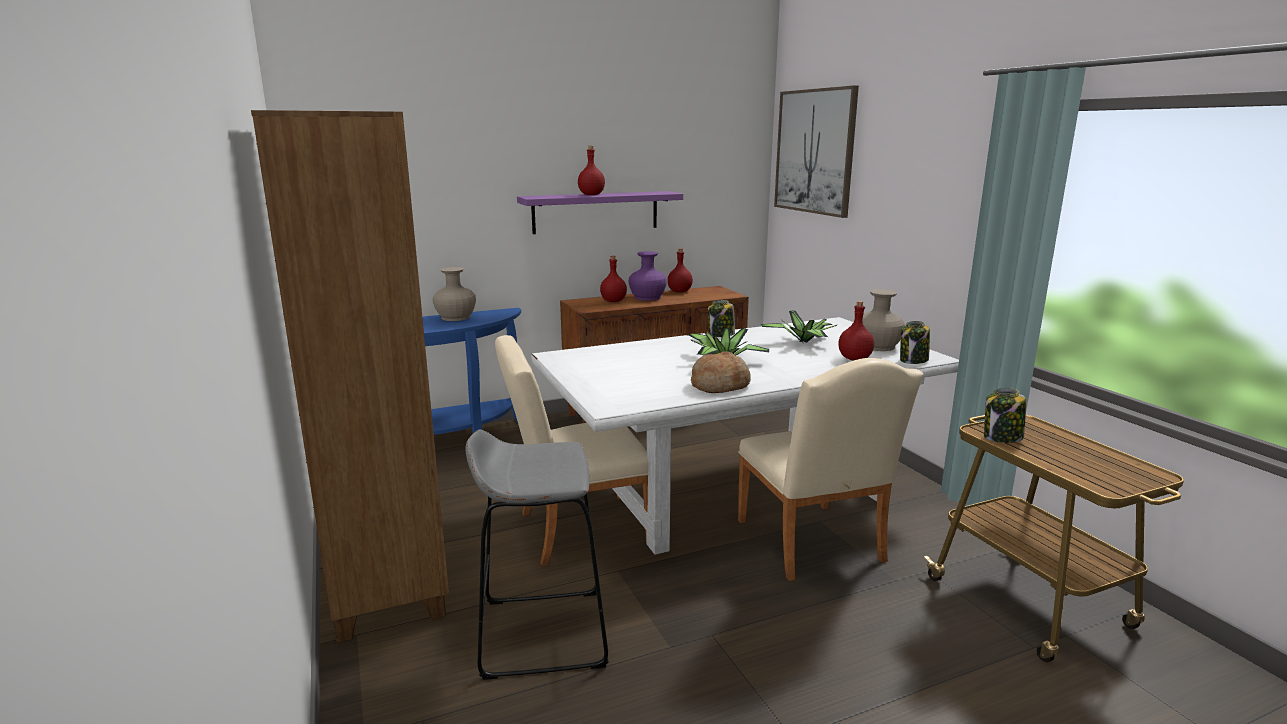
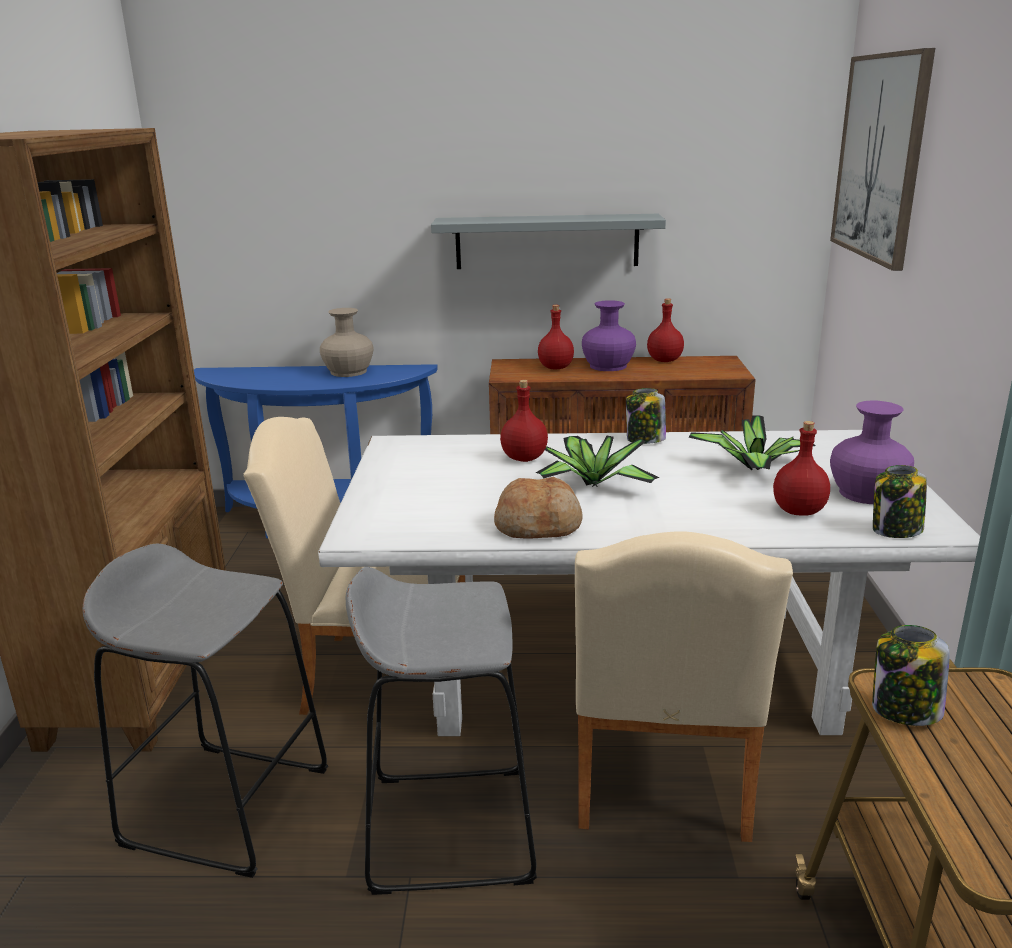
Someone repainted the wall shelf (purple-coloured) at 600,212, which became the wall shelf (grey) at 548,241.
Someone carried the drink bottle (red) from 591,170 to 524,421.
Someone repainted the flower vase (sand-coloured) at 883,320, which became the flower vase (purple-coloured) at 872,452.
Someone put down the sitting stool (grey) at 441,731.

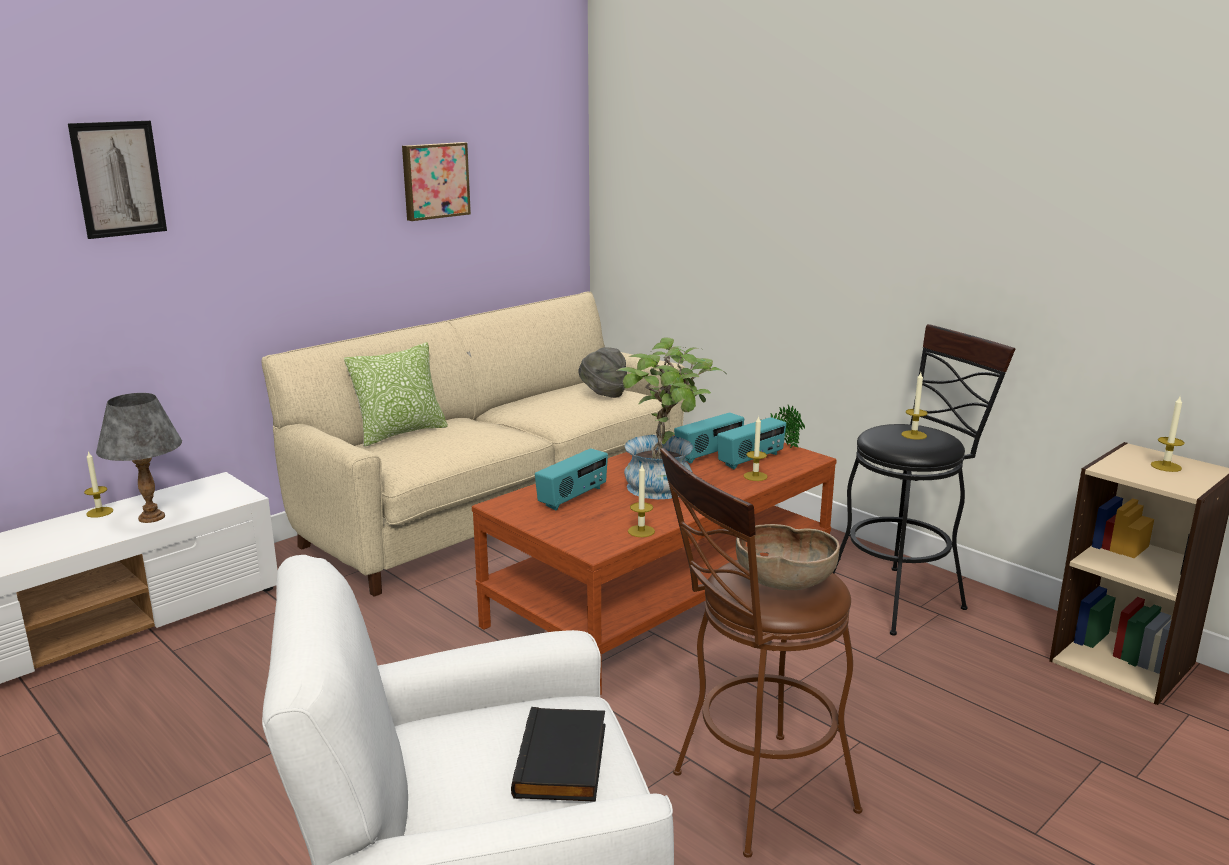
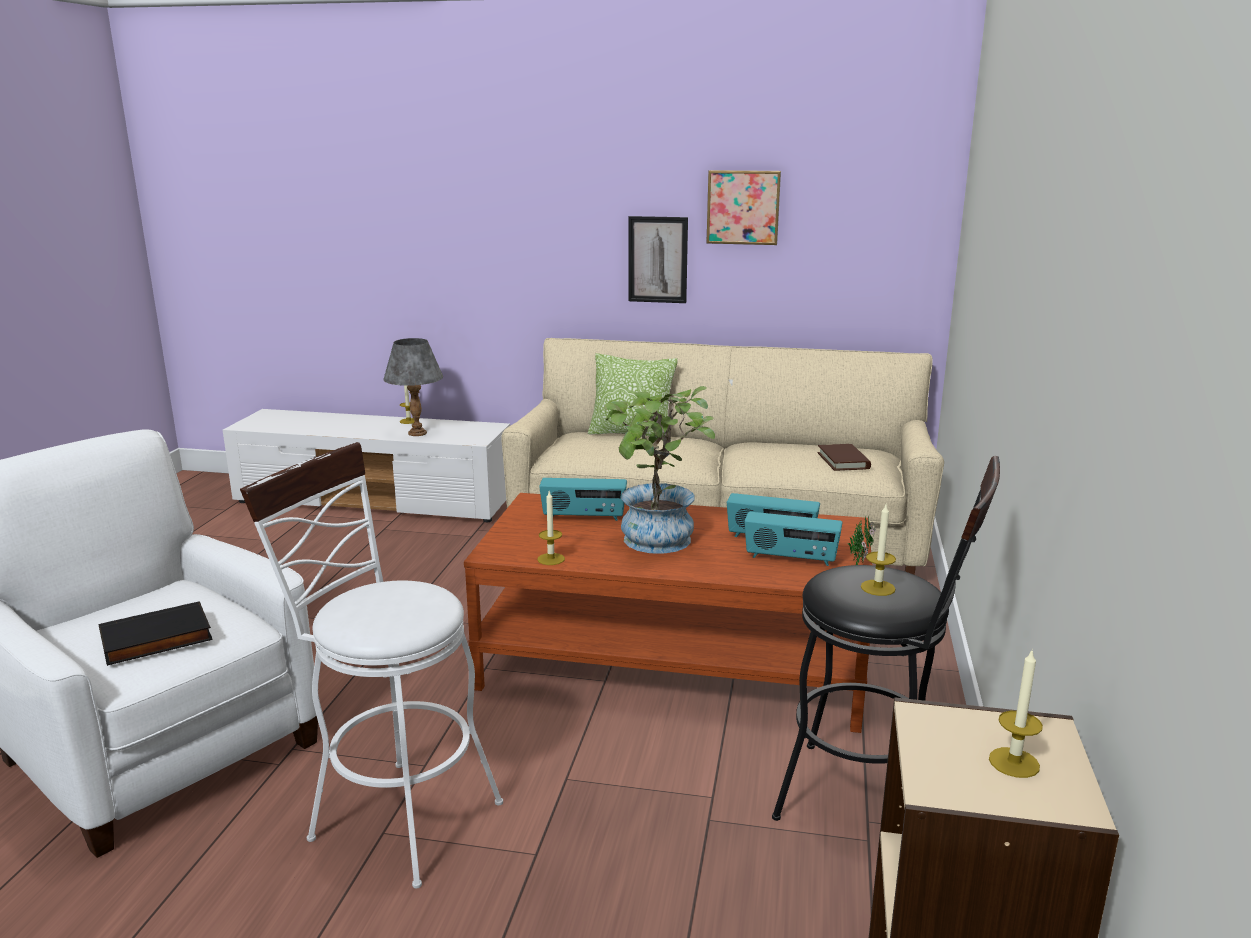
Someone carried the picture from 117,180 to 658,259.
Someone swapped the wearable hat (grey) at 602,372 for the bound book (brown) at 844,457.
Someone repainted the sitting stool (brown) at 761,653, which became the sitting stool (white-coloured) at 371,665.
Someone took away the bowl (brown) at 788,557.
Someone took away the wax light at 756,448.

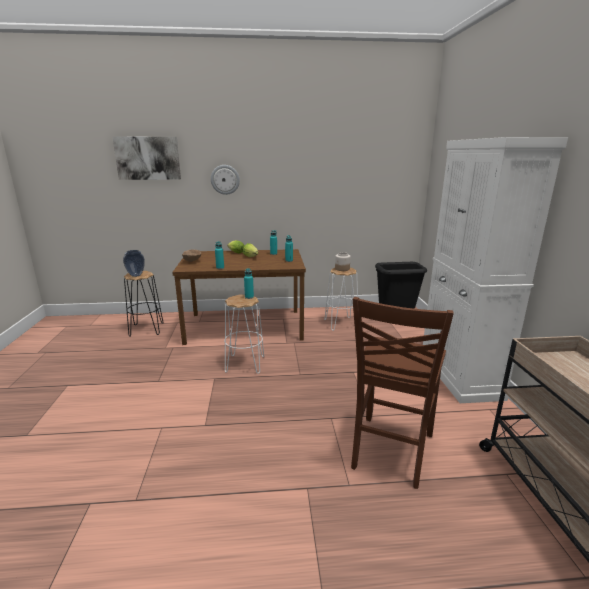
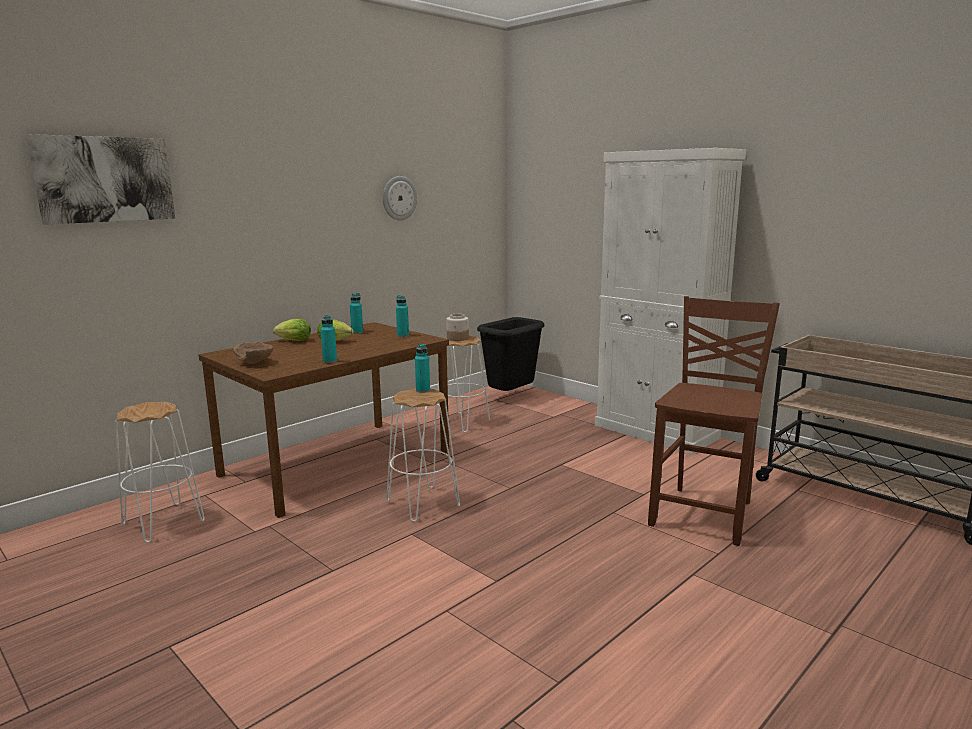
Someone took away the flower vase at 134,263.
Someone repainted the sitting stool (blackish) at 144,304, which became the sitting stool (white-coloured) at 160,472.
Someone carried the wall clock from 225,180 to 400,198.
Someone rotated the chair (brown) at 402,393 by 135 degrees counterclockwise.

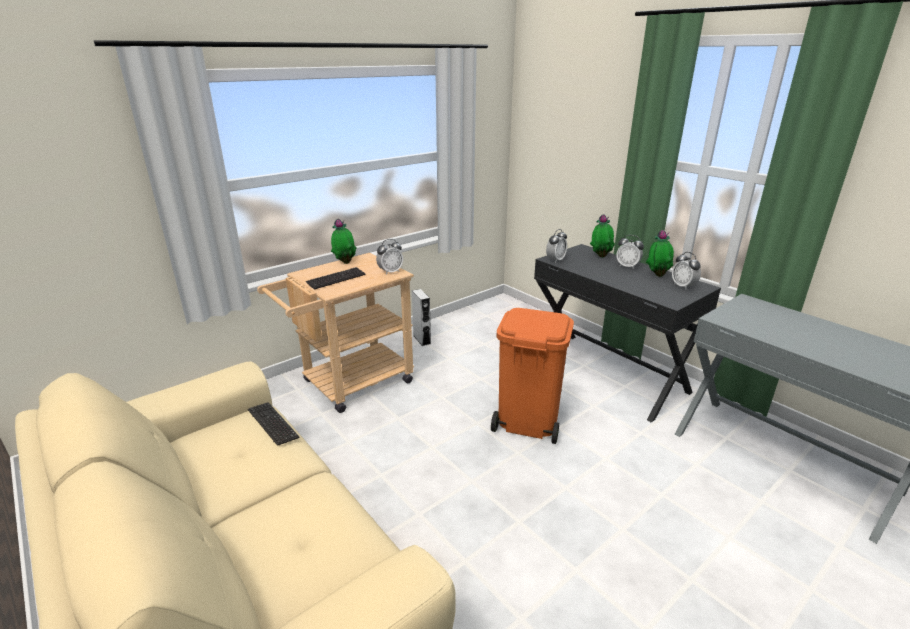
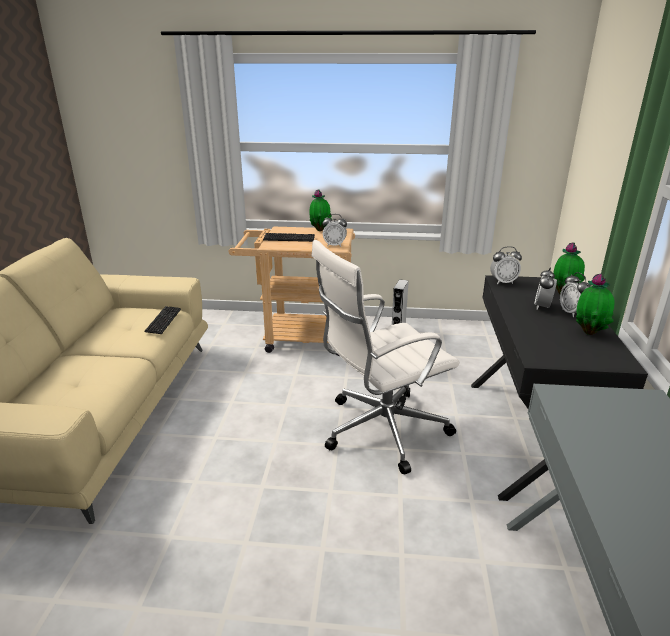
Someone swapped the rubbish bin (orange) at 532,376 for the desk chair (white-coloured) at 385,357.
Someone carried the alarm clock from 686,271 to 545,288.

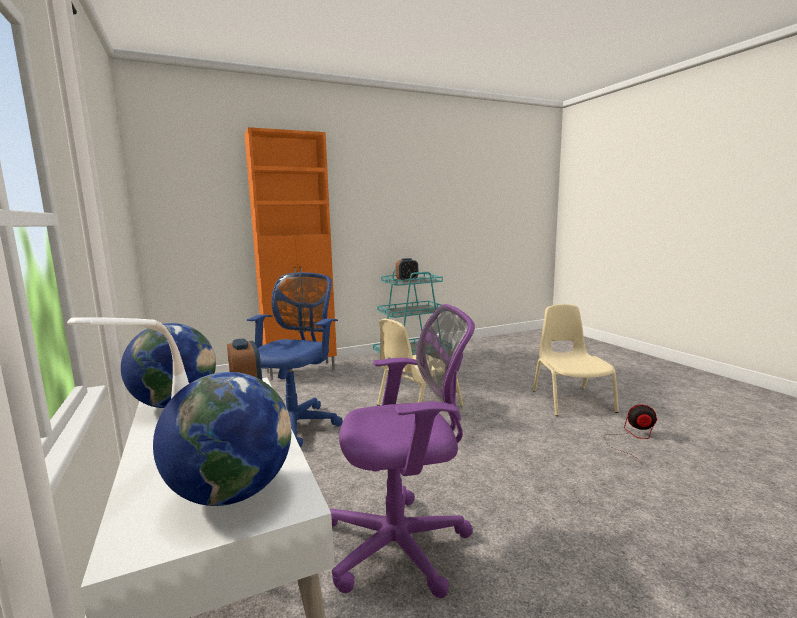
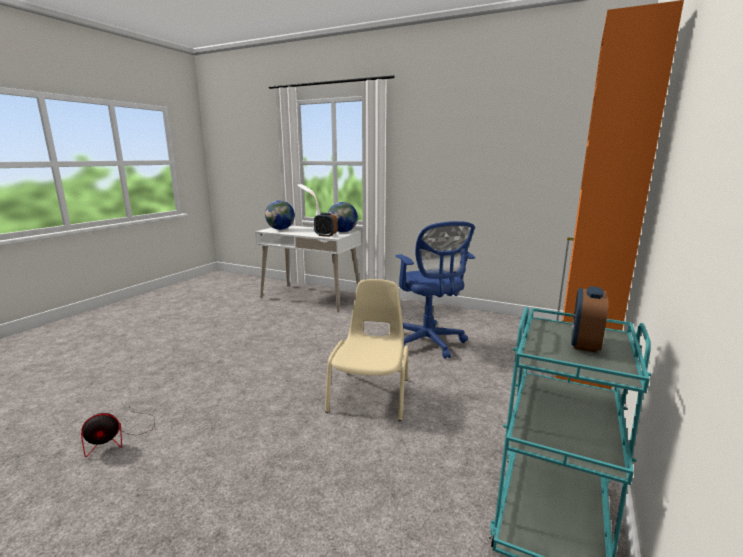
Someone took away the desk chair (purple-coloured) at 402,451.
Someone took away the chair (sand-coloured) at 576,360.

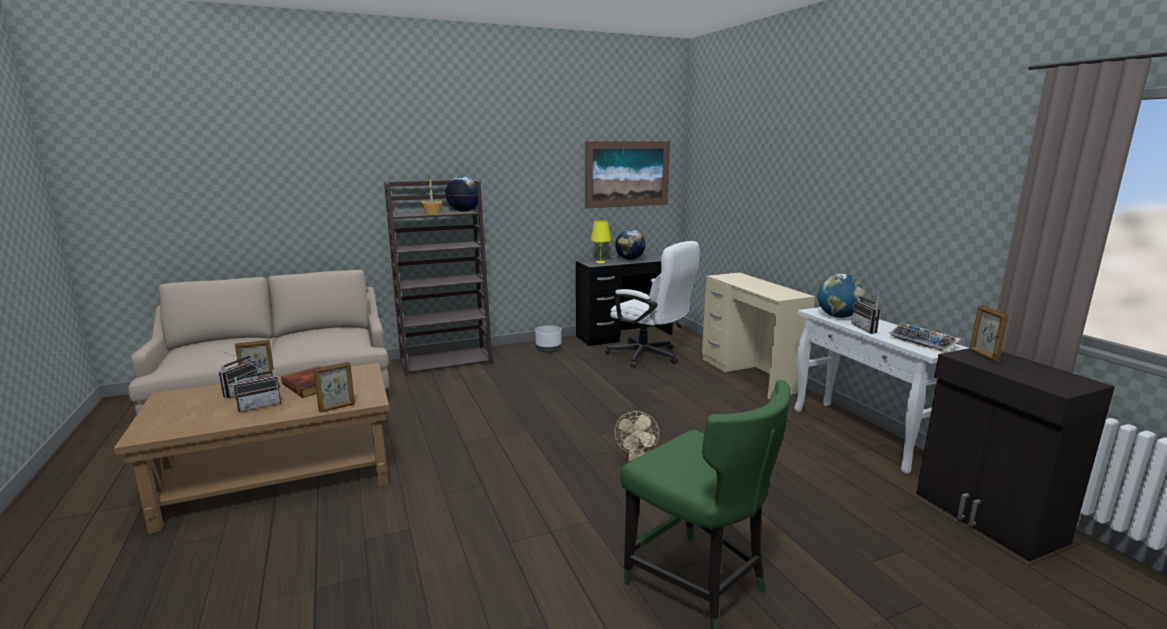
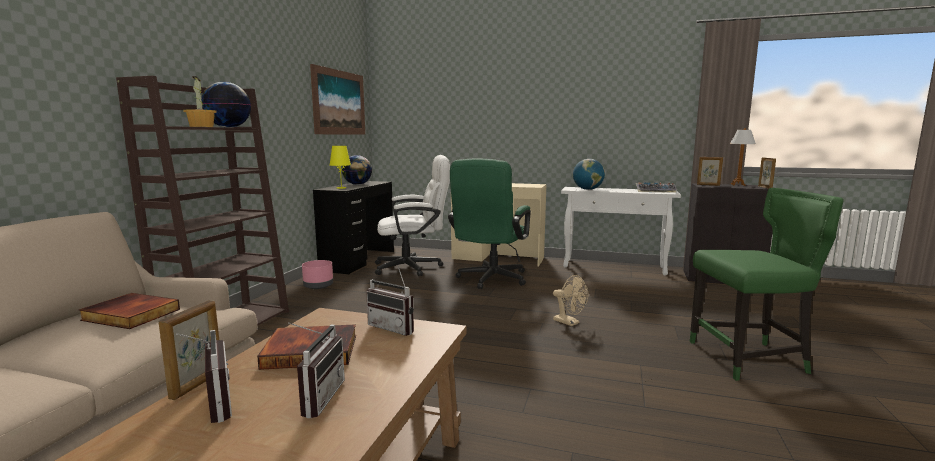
Someone carried the standing frame from 334,387 to 767,173.
Someone repainted the flower pot (white-coloured) at 548,339, which became the flower pot (pink-coloured) at 317,274.
Someone carried the radio receiver from 865,313 to 390,301.
Someone put down the bound book at 129,311.
Someone put down the desk chair (greenish) at 489,224.
Someone put down the lamp for a table at 743,157.

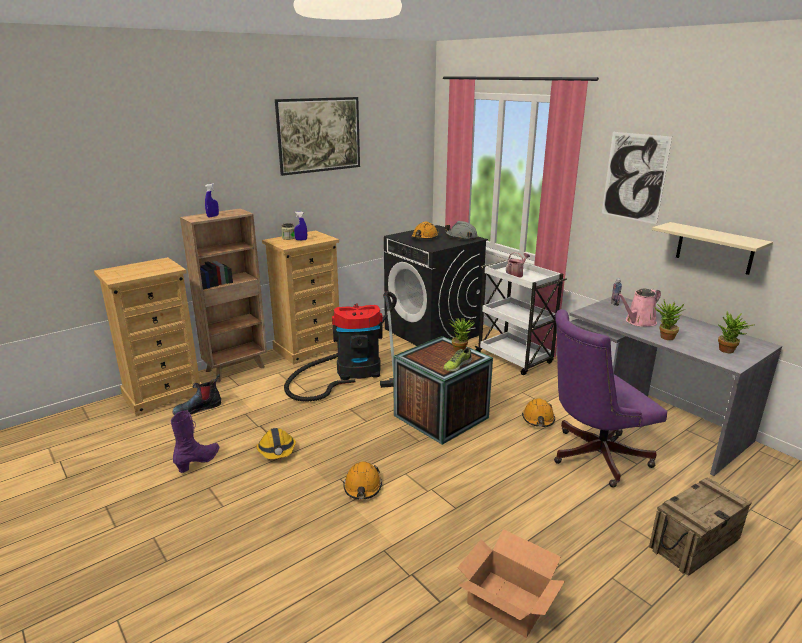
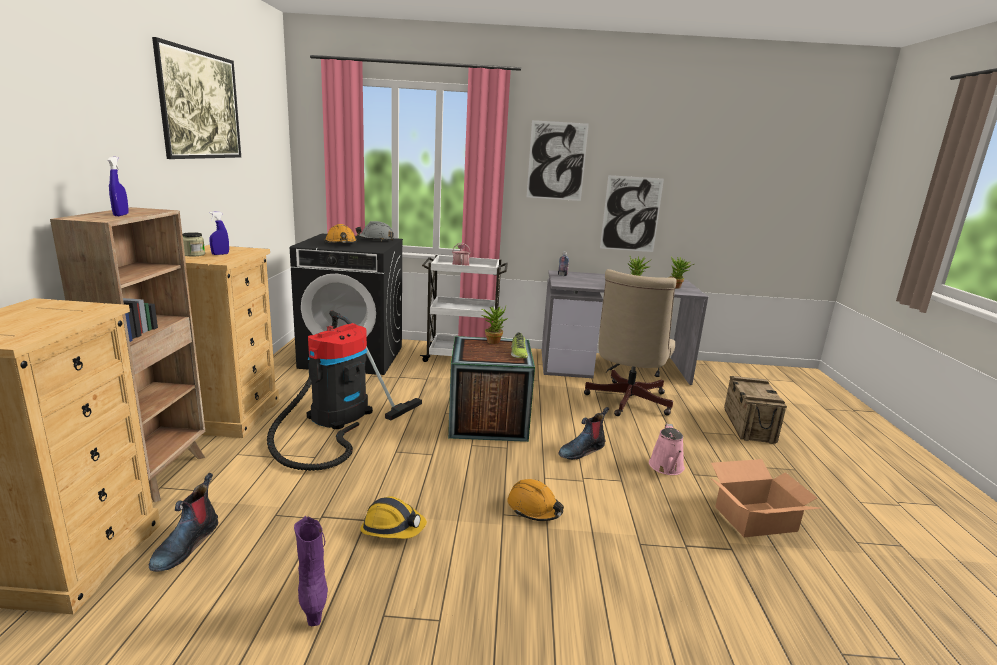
Someone took away the work helmet (orange) at 538,412.
Someone repainted the desk chair (purple-coloured) at 610,398, which became the desk chair (sand-coloured) at 630,342.
Someone carried the sprinkling can (pink-coloured) from 639,308 to 667,449.
Someone swapped the wall shelf (sand-coloured) at 712,248 for the picture at 632,213.
Someone put down the boot at 584,433.

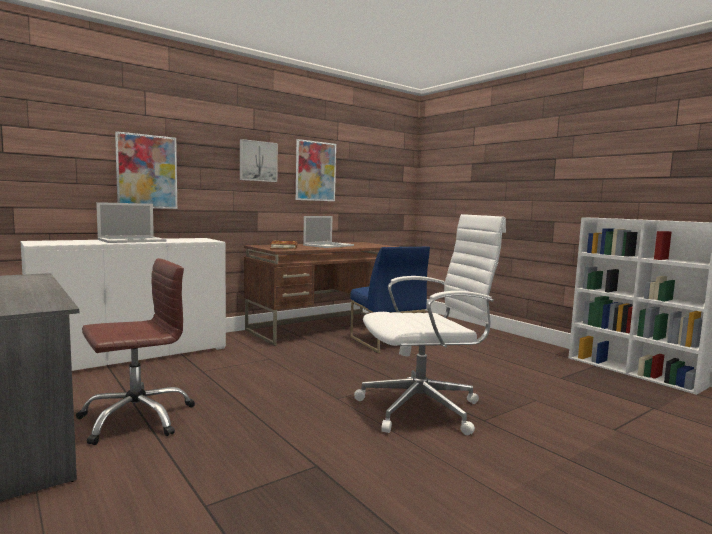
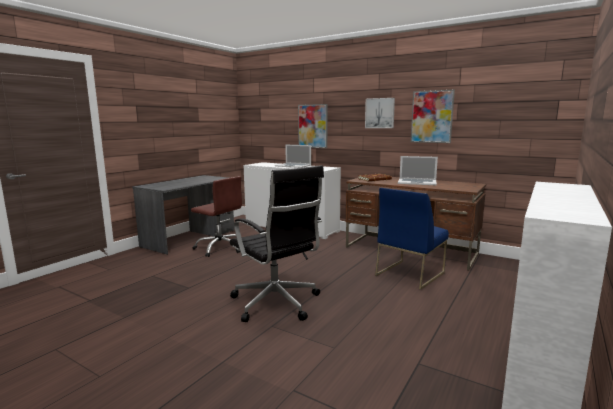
Someone repainted the desk chair (white-coloured) at 430,324, which became the desk chair (blackish) at 277,243.

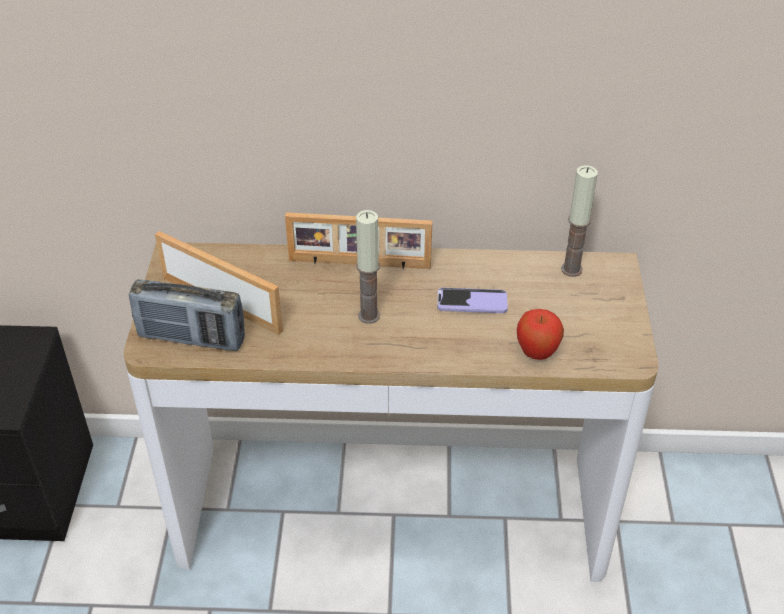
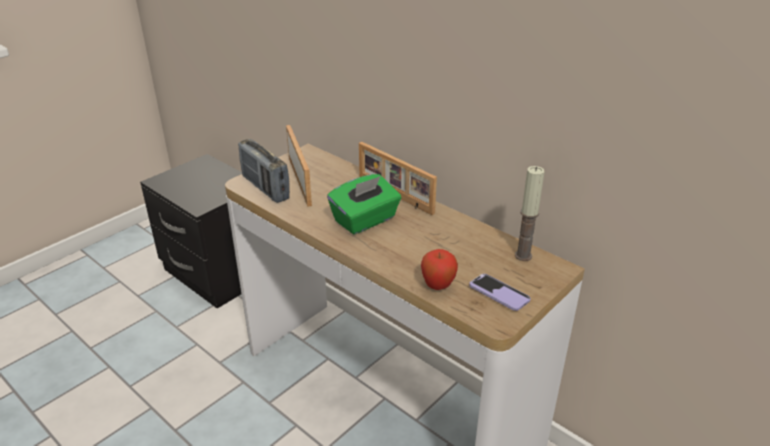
Someone swapped the wax light at 368,267 for the tissue box (greenish) at 364,204.
Someone carried the phone from 472,300 to 500,292.

